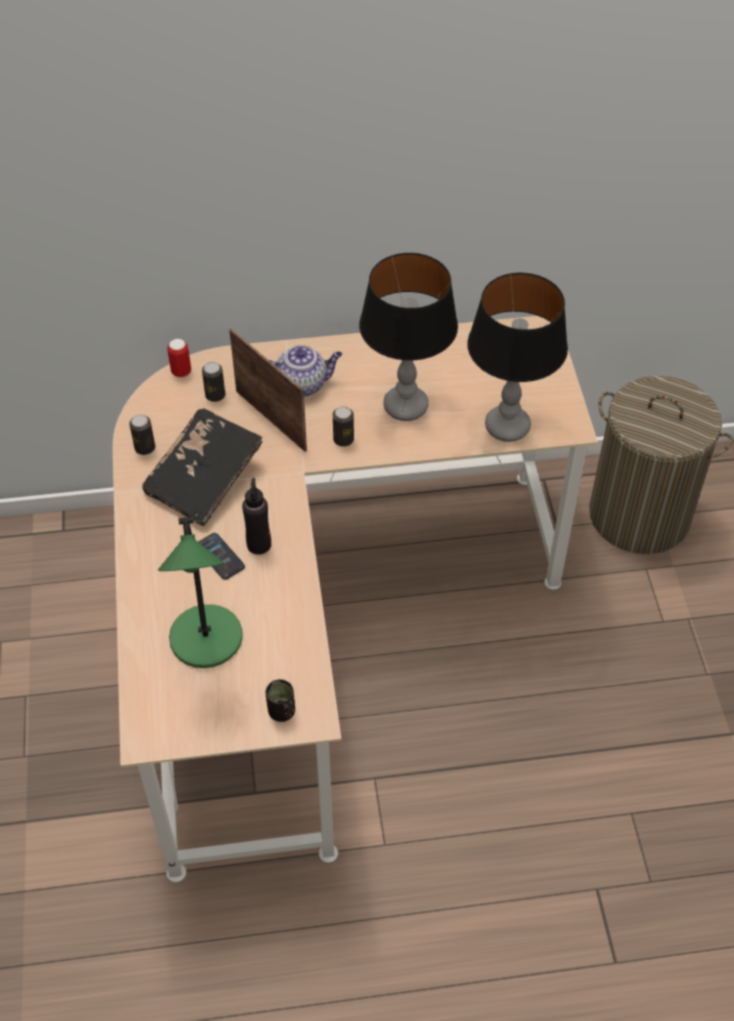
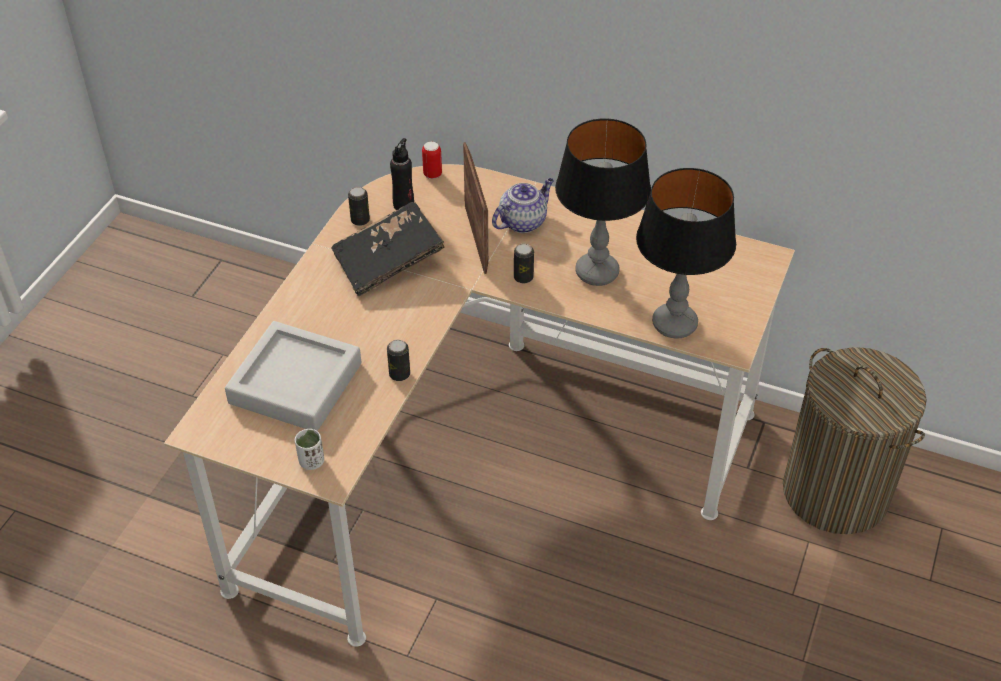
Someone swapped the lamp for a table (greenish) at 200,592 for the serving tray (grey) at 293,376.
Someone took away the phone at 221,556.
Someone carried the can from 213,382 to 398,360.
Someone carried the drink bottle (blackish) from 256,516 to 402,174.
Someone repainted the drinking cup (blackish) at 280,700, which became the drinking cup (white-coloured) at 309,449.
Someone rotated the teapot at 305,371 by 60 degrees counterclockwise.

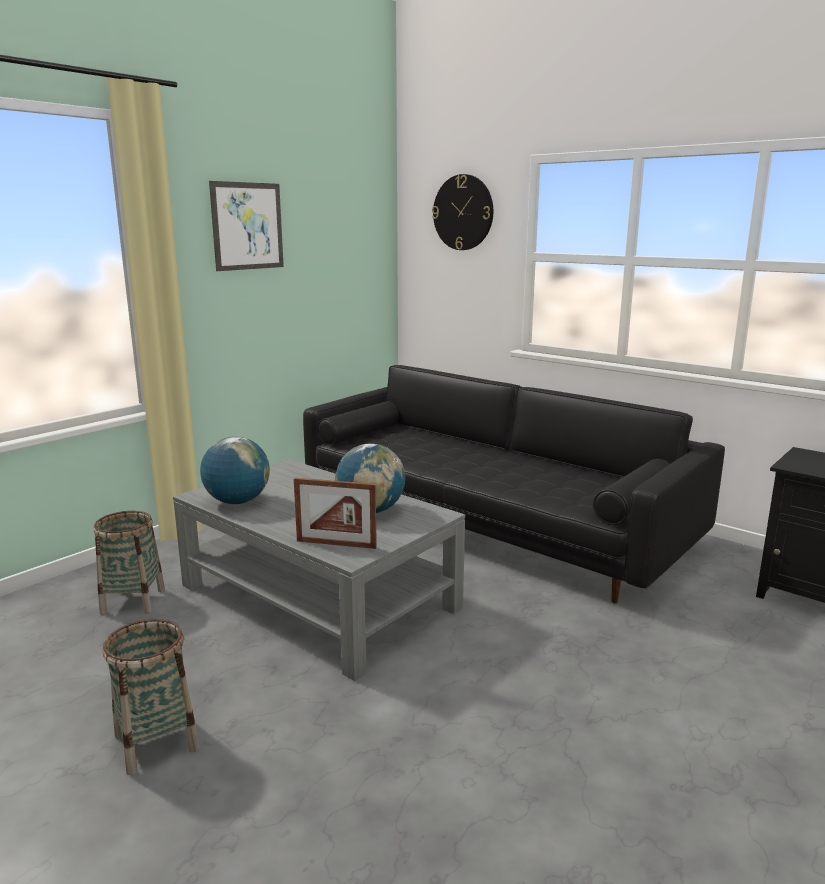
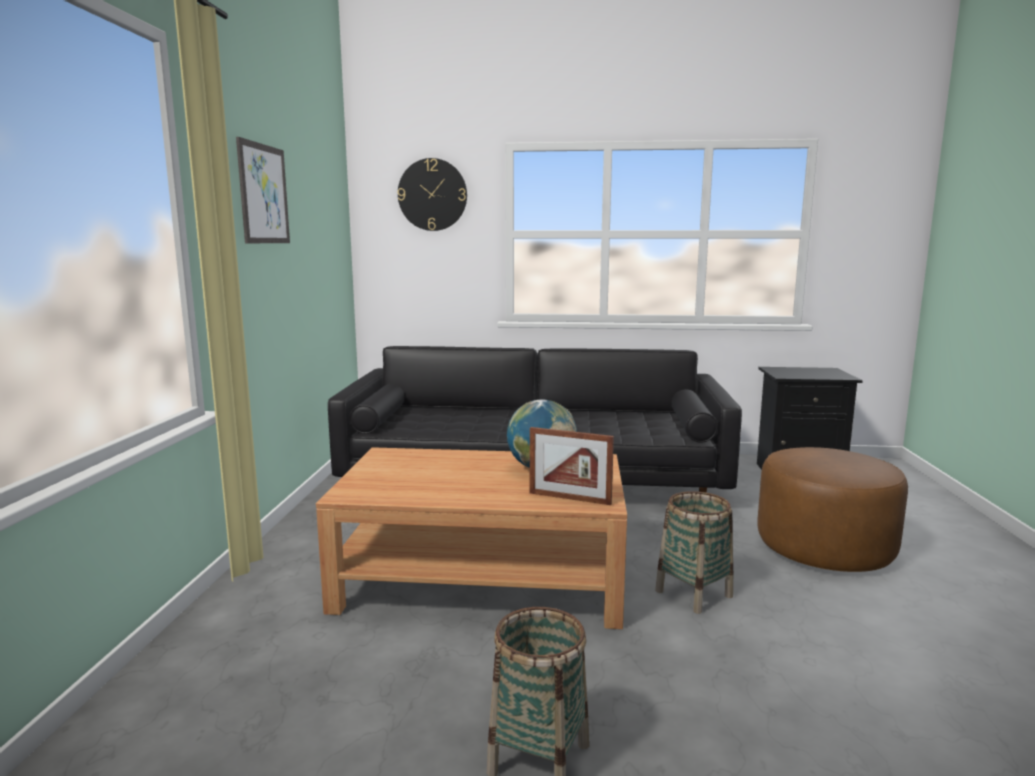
Someone carried the storage basket from 129,562 to 694,552.
Someone repainted the lounge table (grey) at 319,570, which became the lounge table (brown) at 471,538.
Someone took away the desk globe at 235,470.
Someone rotated the standing frame at 335,513 by 45 degrees clockwise.
Someone put down the pouffe (brown) at 832,509.

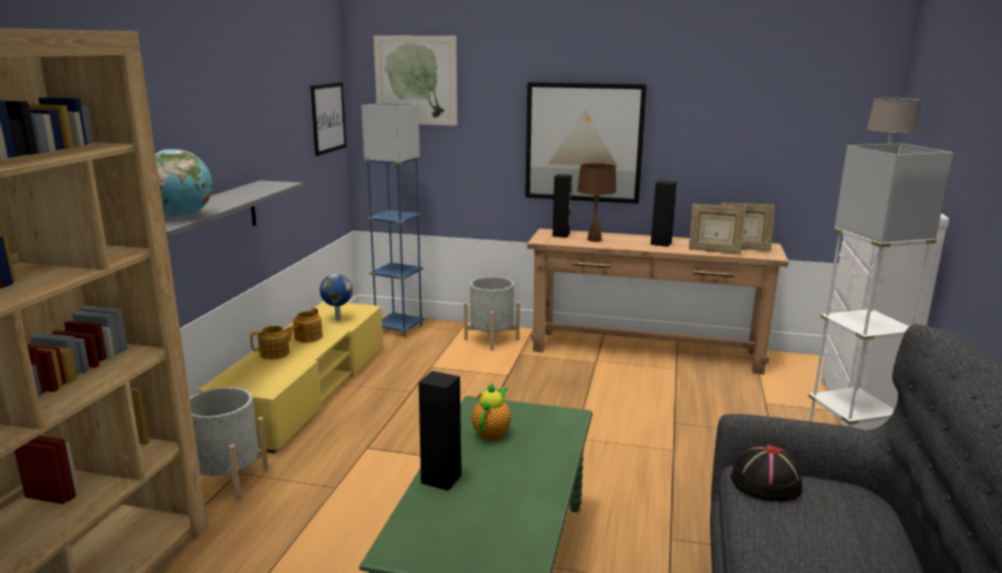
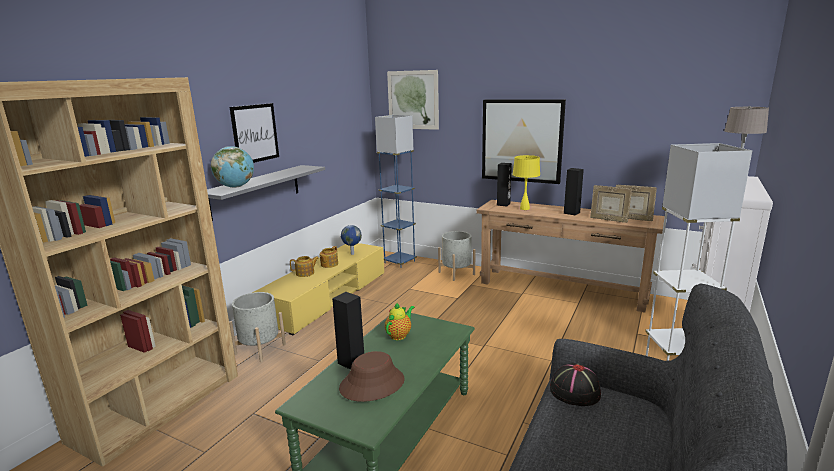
Someone carried the picture from 328,119 to 254,133.
Someone repainted the lamp for a table (brown) at 597,202, which became the lamp for a table (yellow-coloured) at 526,182.
Someone put down the wearable hat (brown) at 372,376.

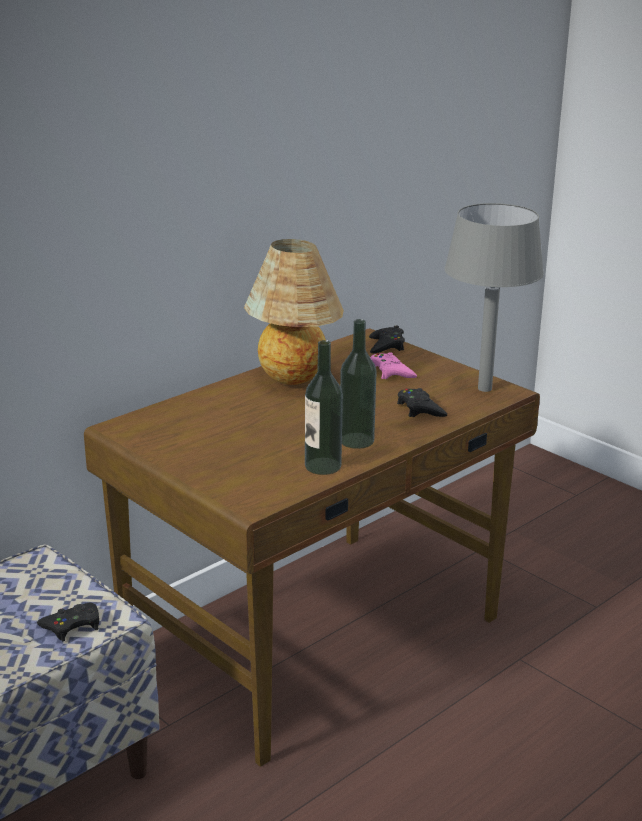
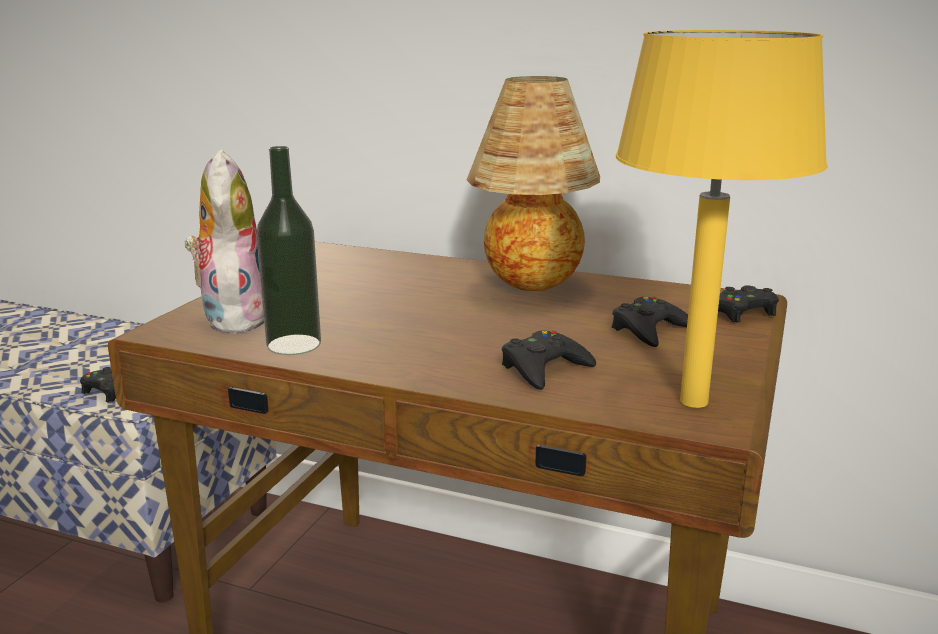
Someone took away the drink bottle at 358,384.
Someone repainted the game controller (pink-coloured) at 393,366, which became the game controller (blackish) at 650,322.
Someone repainted the lamp for a table (grey) at 494,297, which became the lamp for a table (yellow-coloured) at 722,219.
Someone put down the soft toy at 224,241.

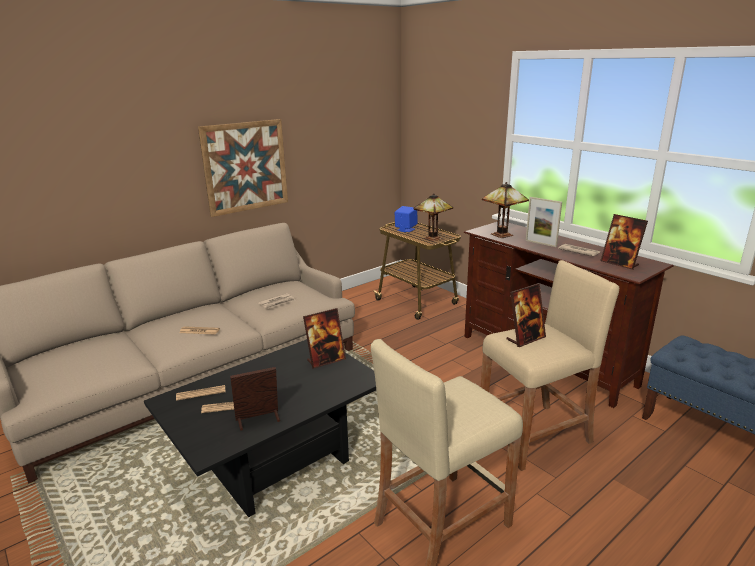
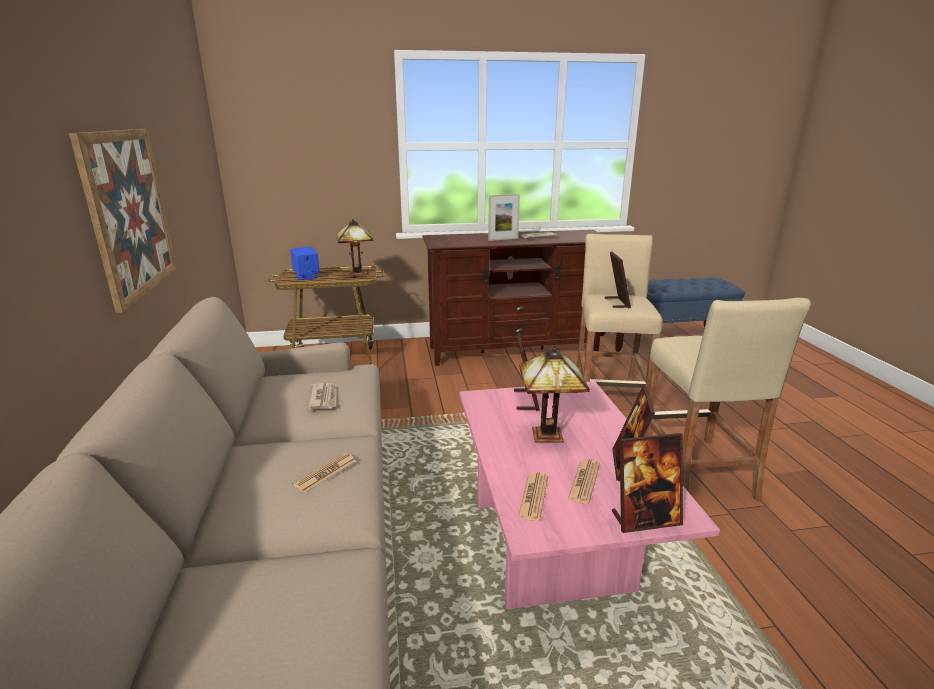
Someone repainted the lounge table (blackish) at 260,428, which became the lounge table (pink-coloured) at 589,495.
Someone carried the lamp for a table from 505,210 to 554,395.
Someone carried the standing frame from 624,242 to 647,483.

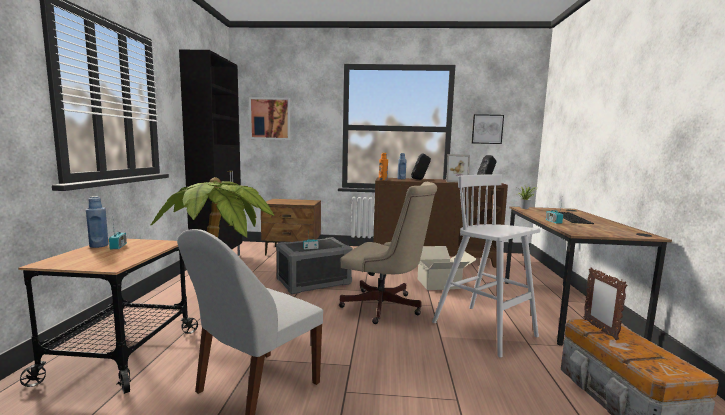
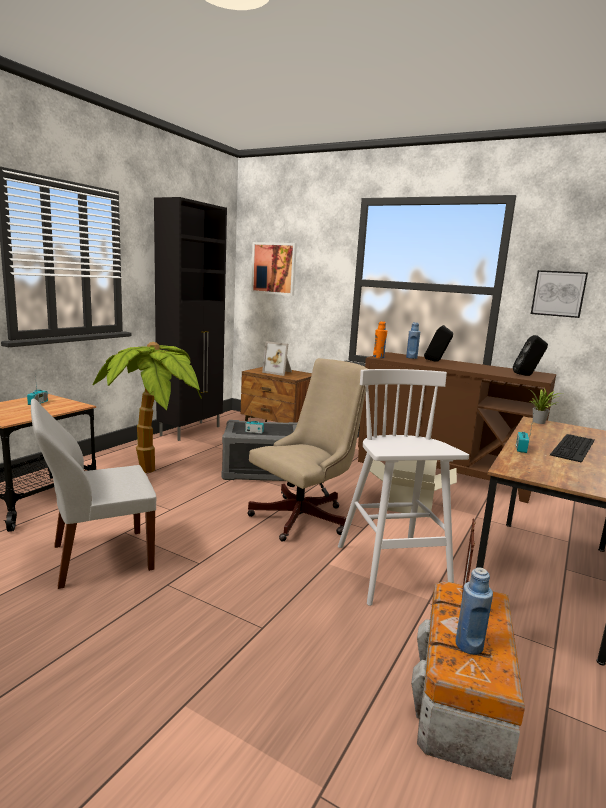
Someone carried the drink bottle (blue) from 97,222 to 474,611.
Someone rotated the desk chair (sand-coloured) at 388,253 by 90 degrees counterclockwise.
Someone carried the standing frame from 458,168 to 277,358.

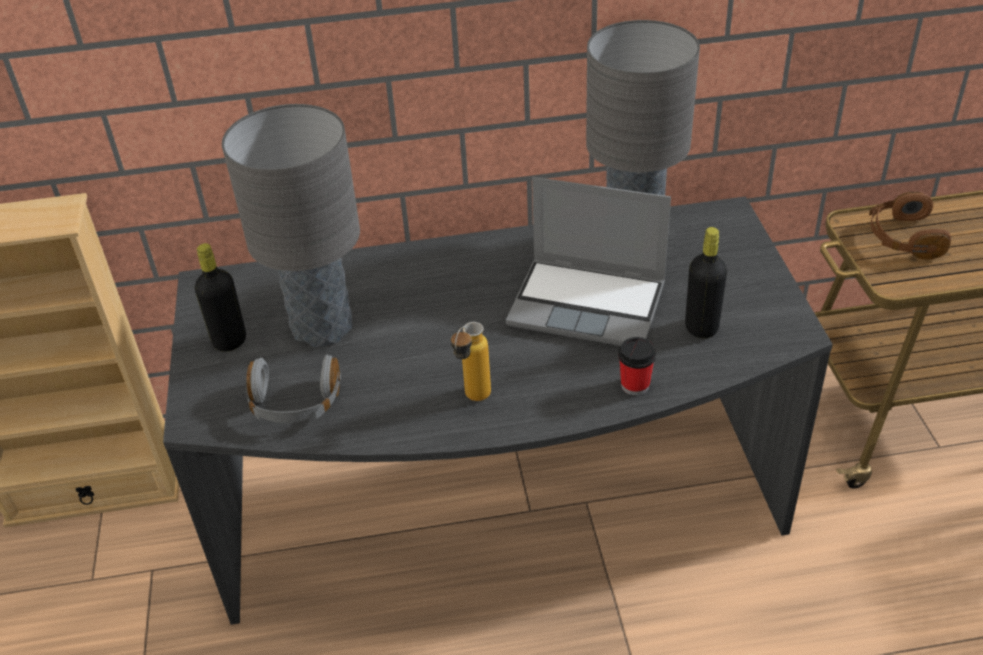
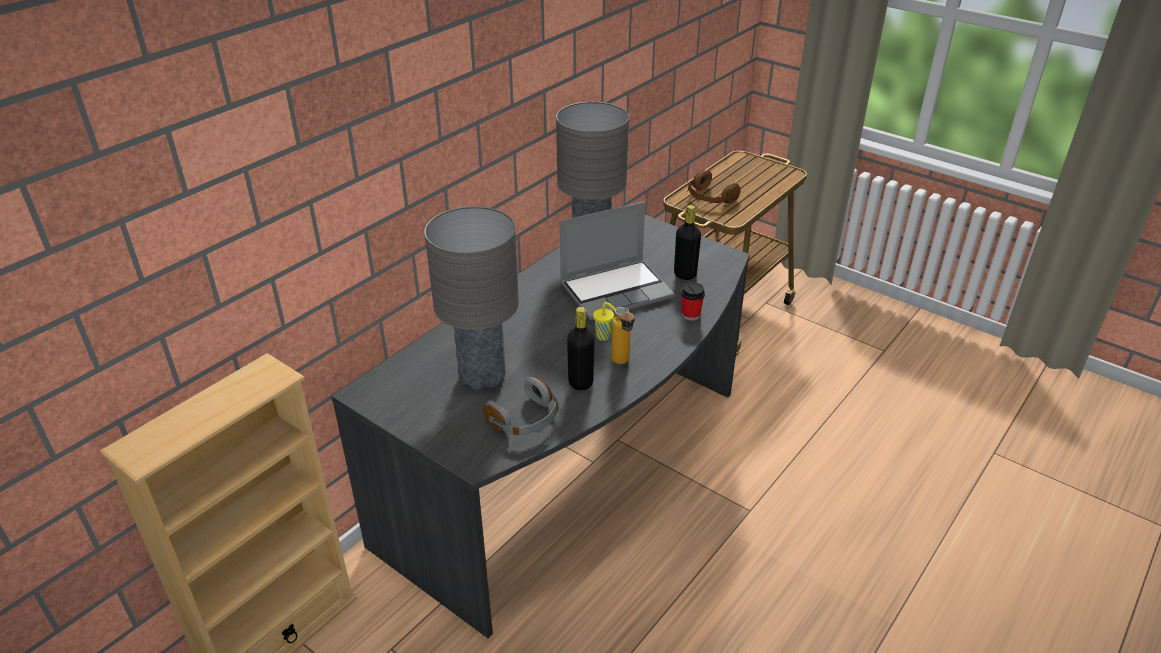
Someone carried the drink bottle (blackish) from 220,297 to 581,349.
Someone put down the drinking cup (yellow-coloured) at 604,321.

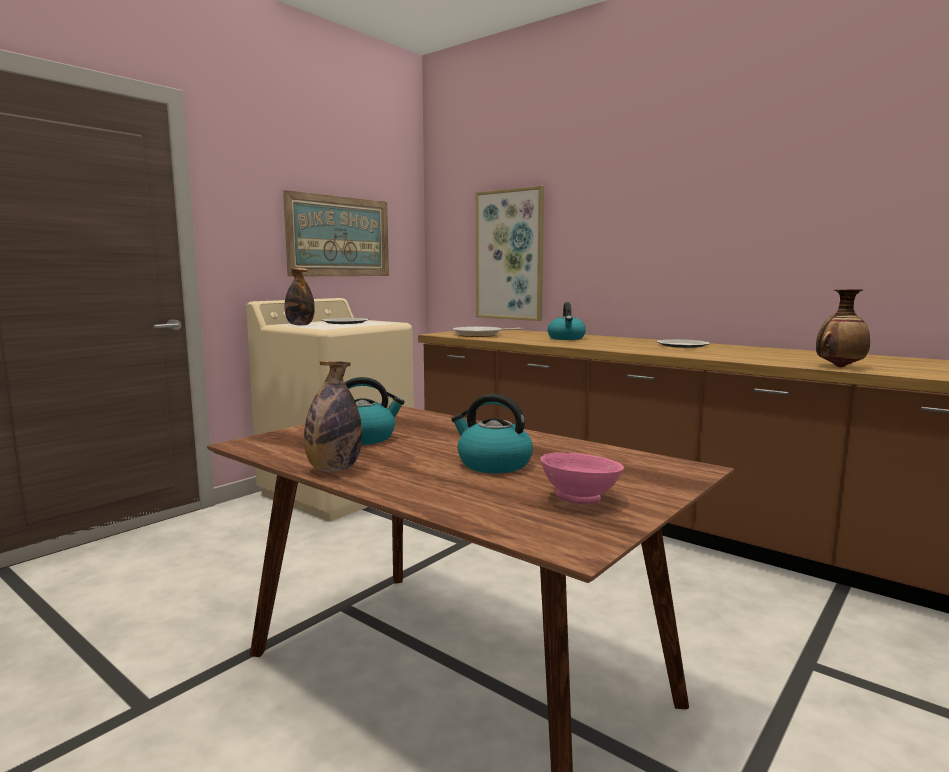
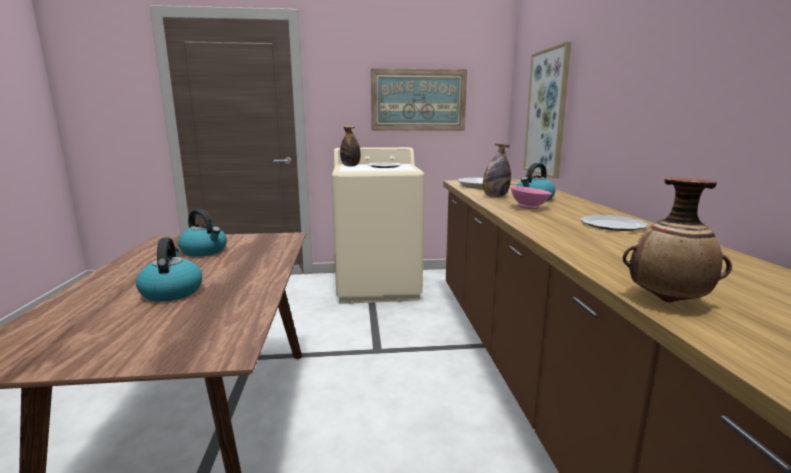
Someone carried the drink bottle from 333,416 to 497,171.
Someone carried the bowl (pink-coloured) from 582,478 to 531,197.

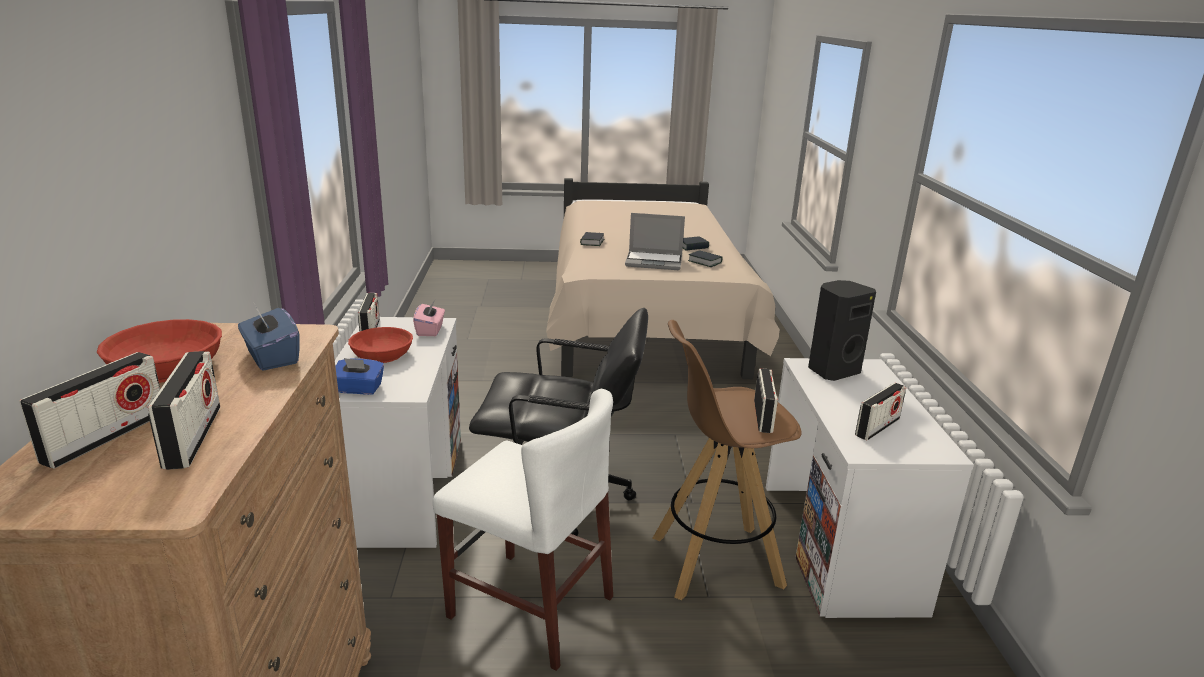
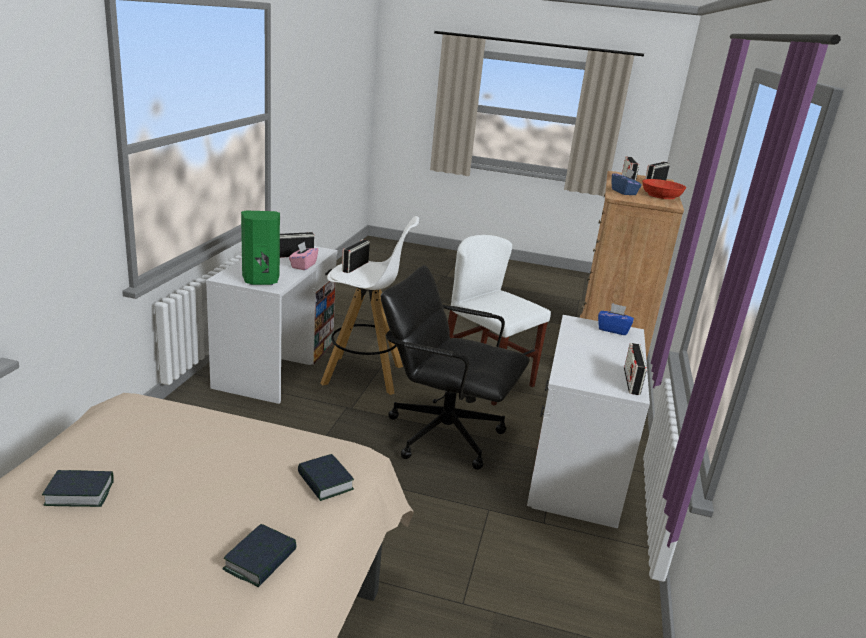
Someone took away the bowl (red) at 380,345.
Someone carried the tissue box (pink-coloured) from 429,318 to 303,255.
Someone took away the portable computer at 655,241.
Someone repainted the sitting stool (brown) at 727,460, which became the sitting stool (white-coloured) at 370,305.
Someone carried the bound book from 705,258 to 326,477.
Someone repainted the audio speaker (blackish) at 842,330, which became the audio speaker (greenish) at 260,248.

